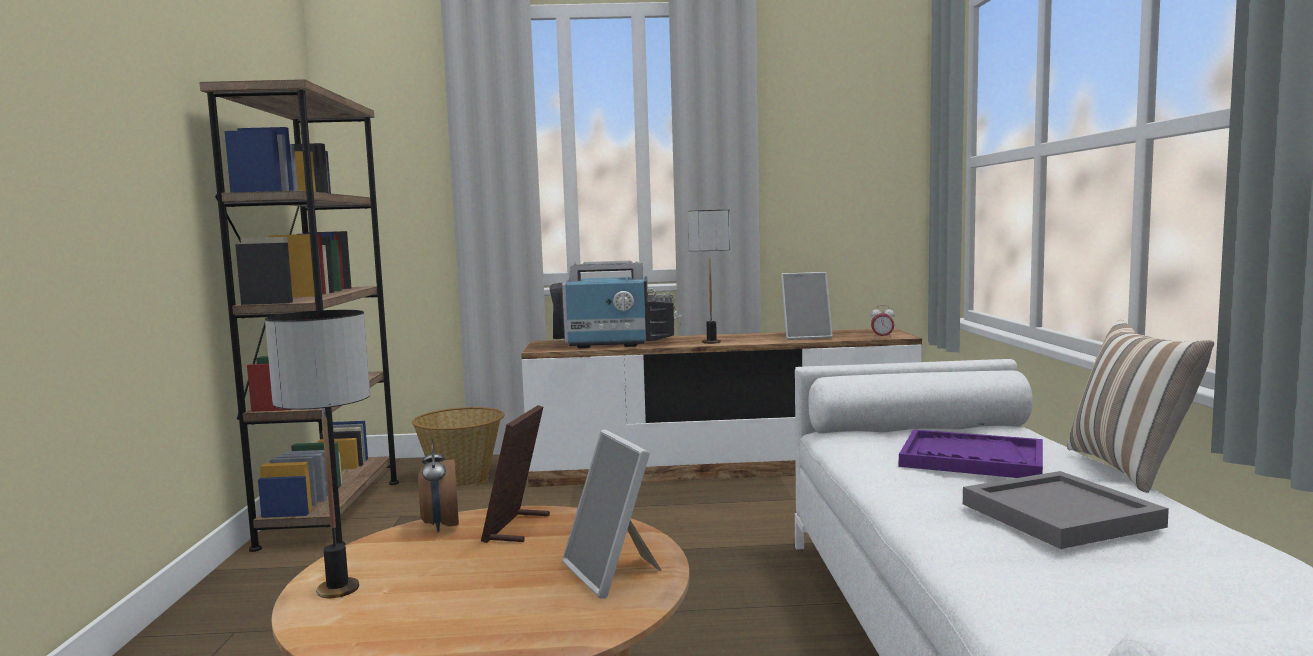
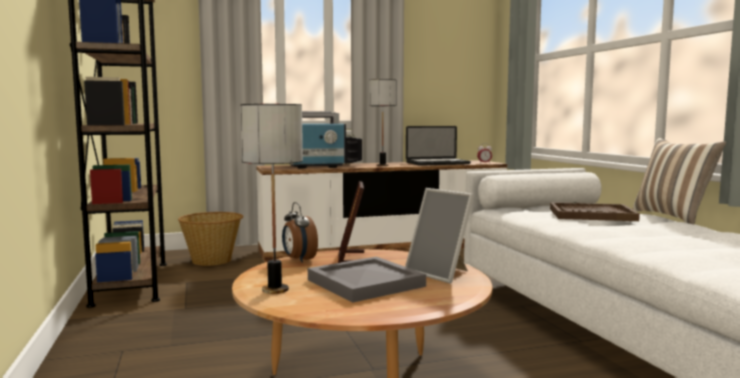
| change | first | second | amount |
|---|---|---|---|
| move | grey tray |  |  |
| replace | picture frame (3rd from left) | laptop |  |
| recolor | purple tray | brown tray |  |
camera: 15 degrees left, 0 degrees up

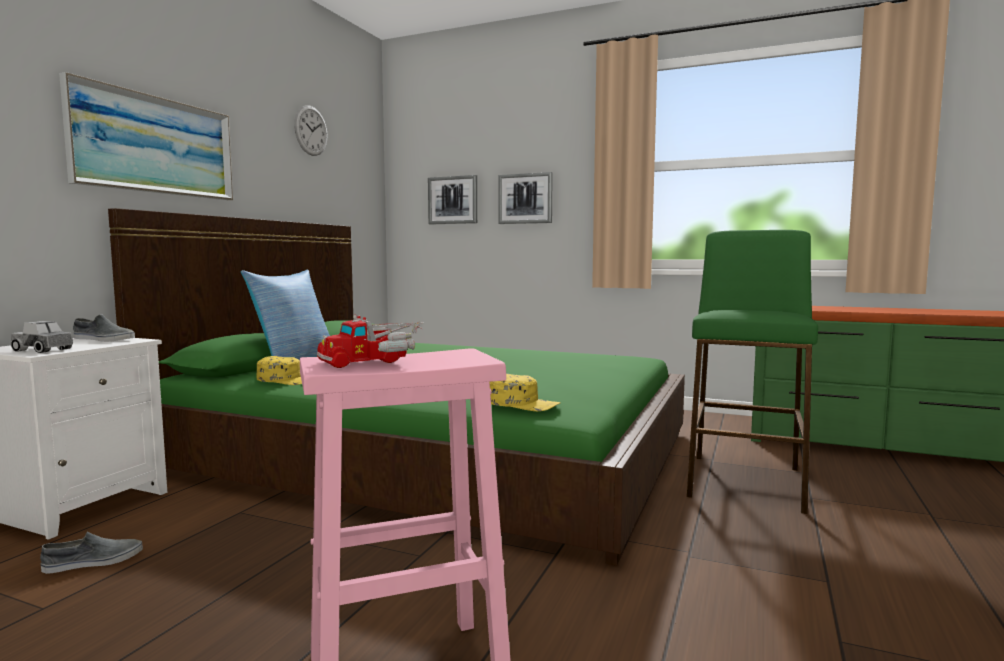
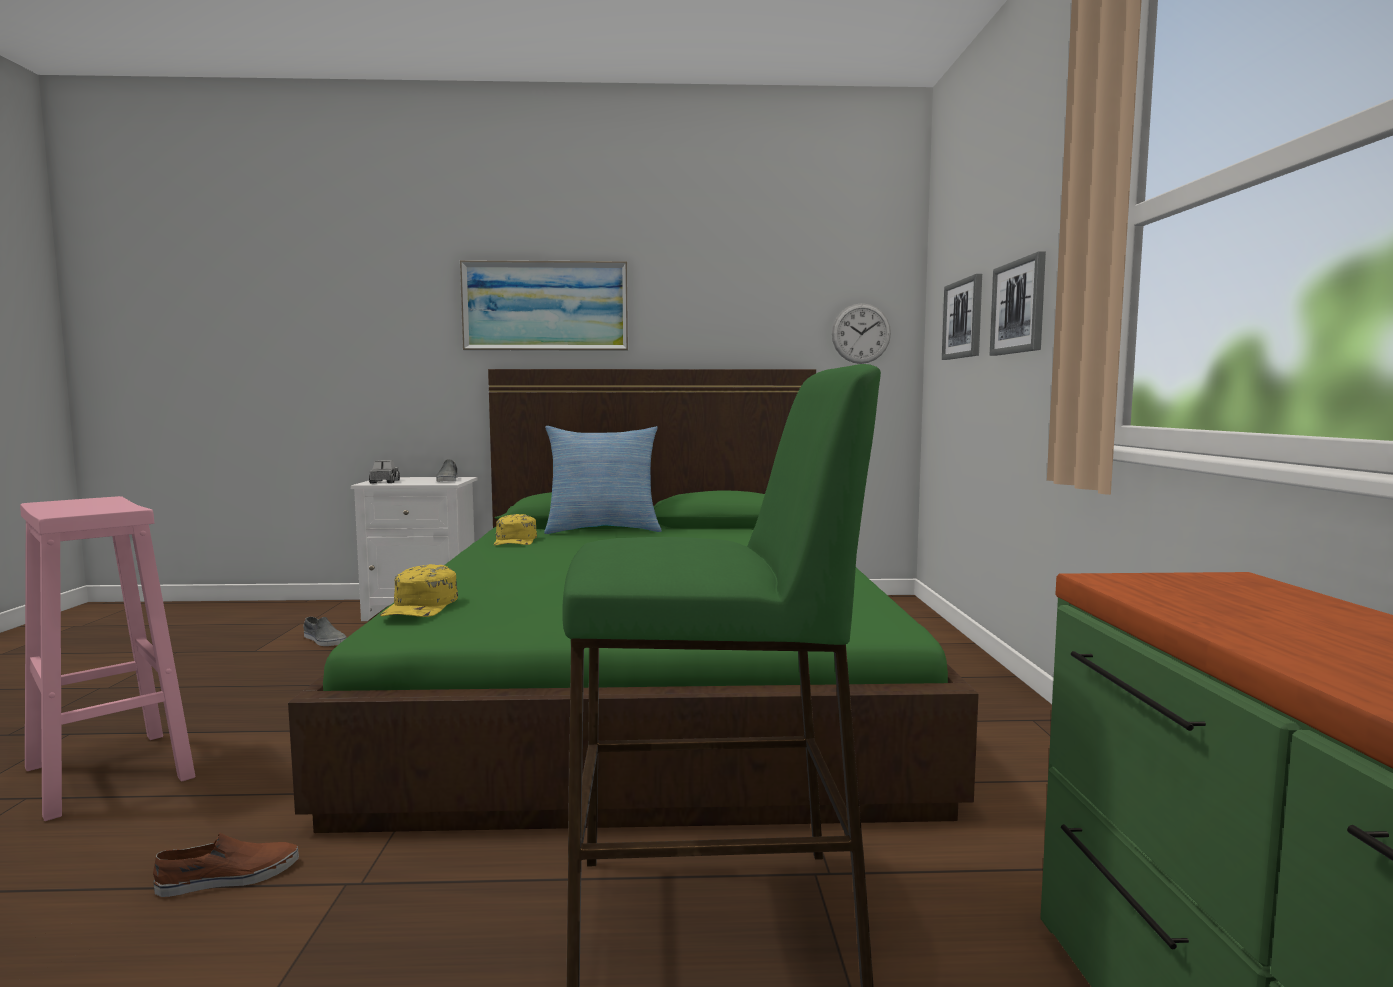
| change | first | second | amount |
|---|---|---|---|
| insert |  | brown shoe |  |
| move | wall clock |  |  |
| delete | toy truck (2nd from left) |  |  |
camera: 65 degrees right, 0 degrees up

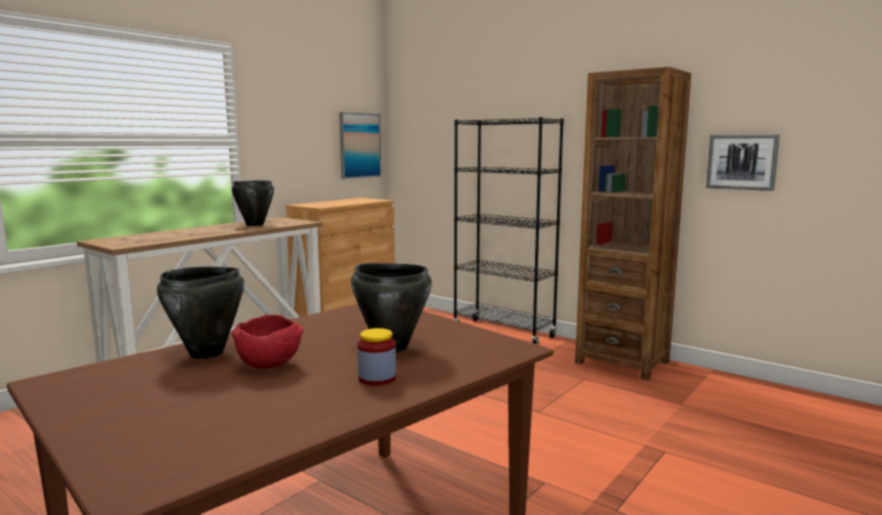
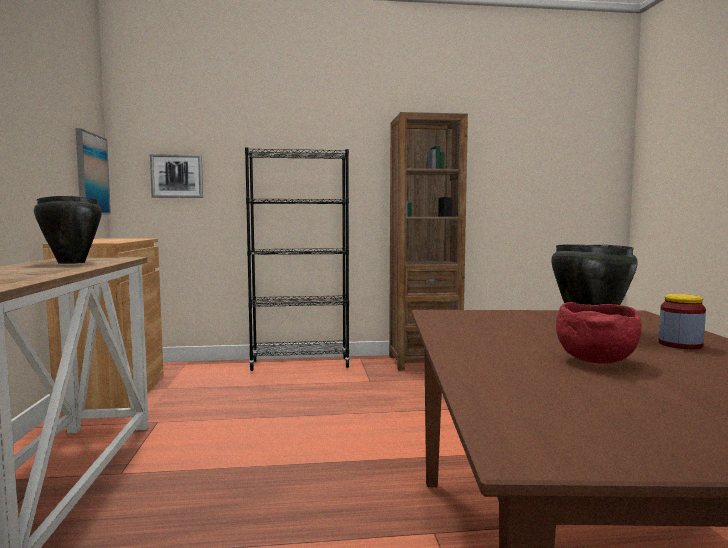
| change | first | second | amount |
|---|---|---|---|
| move | picture (2nd from left) |  |  |
| delete | black cooking pot (1st from left) |  |  |
camera: 45 degrees left, 5 degrees down

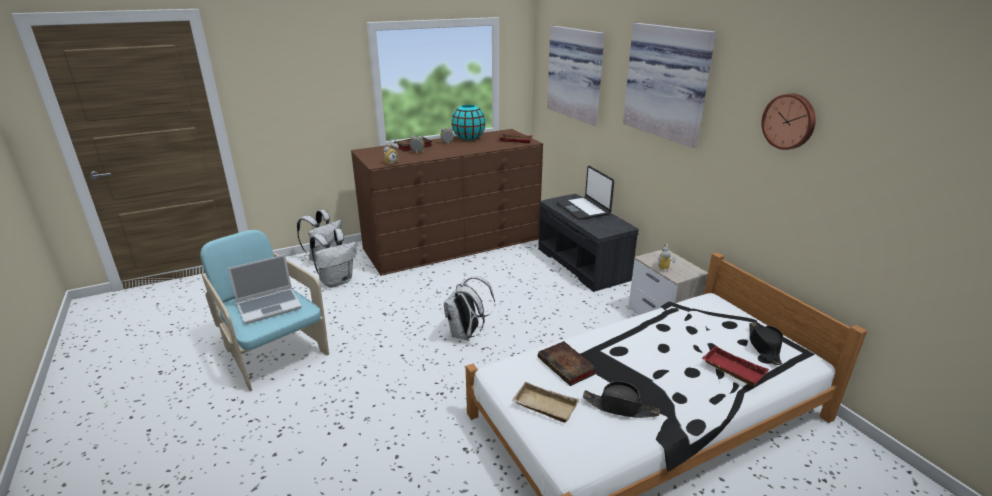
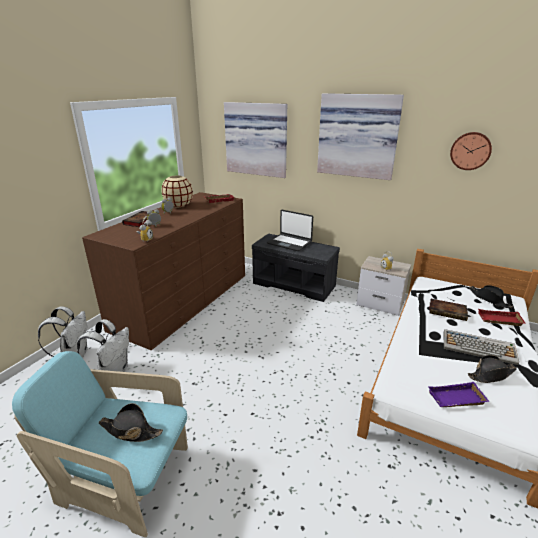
| change | first | second | amount |
|---|---|---|---|
| replace | laptop (1st from left) | black hat (1st from left) |  |
| recolor | turquoise vase | beige vase |  |
| recolor | beige tray | purple tray |  |
| move | book (2nd from left) |  |  |
| insert |  | keyboard |  |
| delete | white backpack (3rd from left) |  |  |
camera: 35 degrees left, 0 degrees up

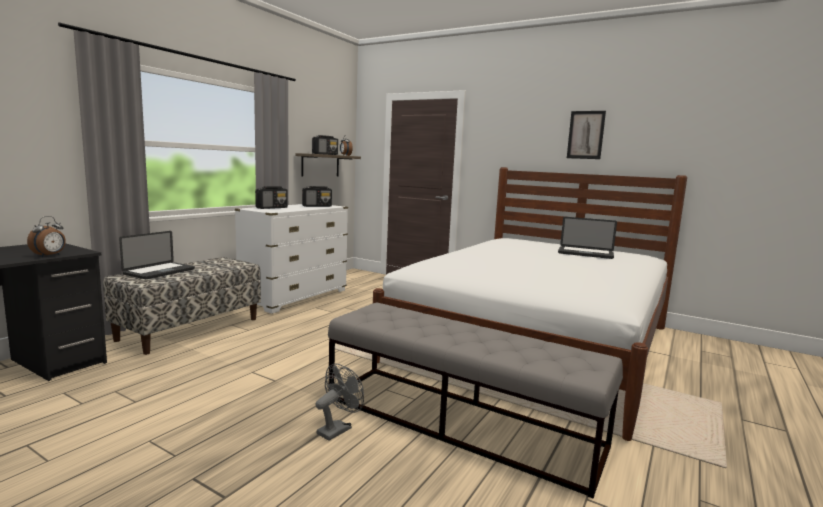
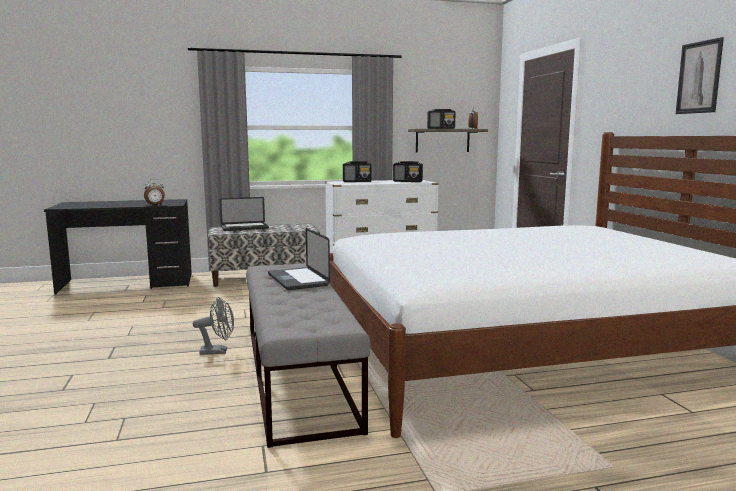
| change | first | second | amount |
|---|---|---|---|
| move | laptop (2nd from left) |  |  |
camera: 45 degrees right, 0 degrees up

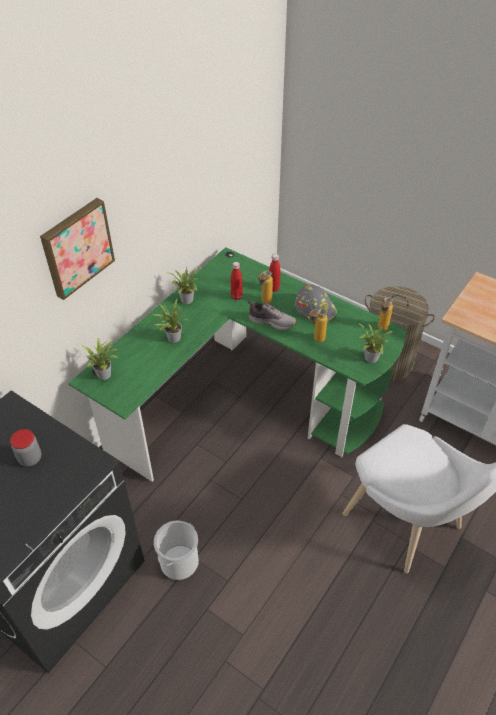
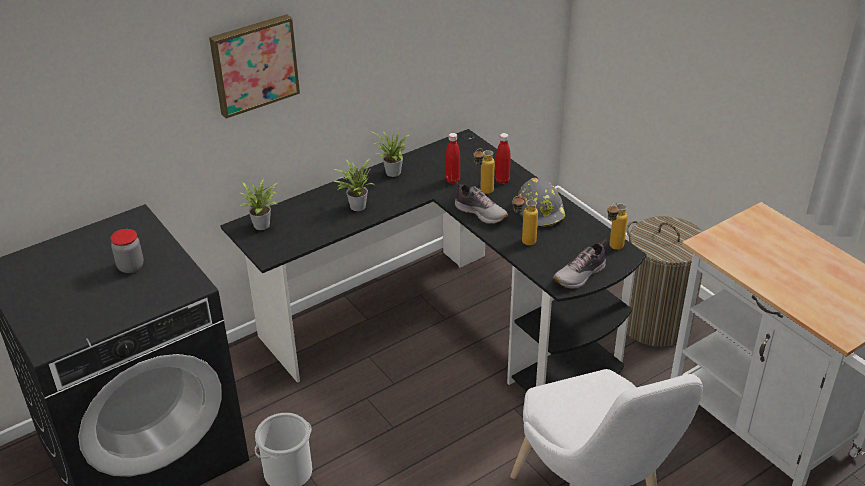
| change | first | second | amount |
|---|---|---|---|
| recolor | green desk | black desk |  |
| replace | potted plant (4th from left) | shoe (2nd from left) |  |
camera: 20 degrees right, 10 degrees down

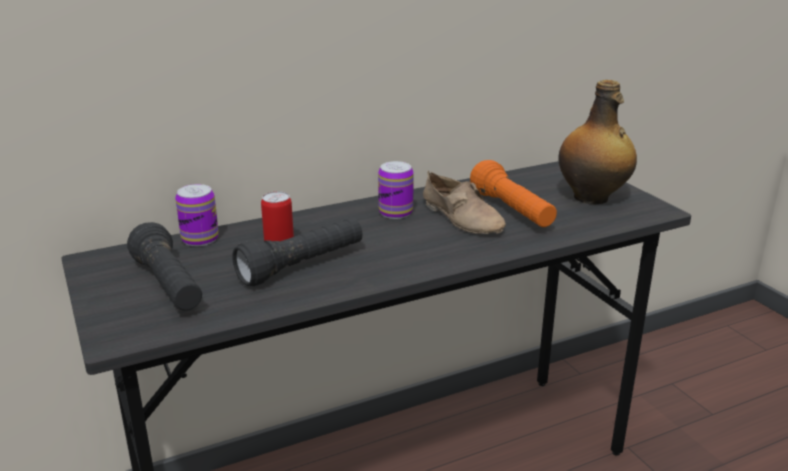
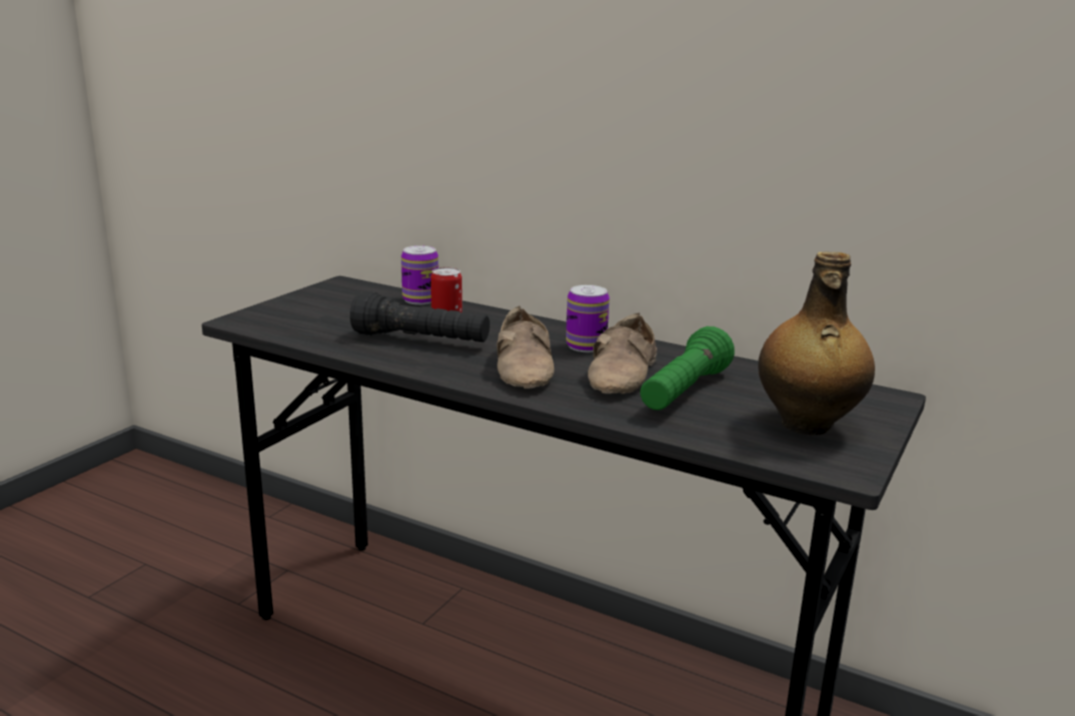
| change | first | second | amount |
|---|---|---|---|
| insert |  | beige shoe (1st from left) |  |
| recolor | orange flashlight | green flashlight |  |
| delete | black flashlight (1st from left) |  |  |
camera: 55 degrees right, 5 degrees down

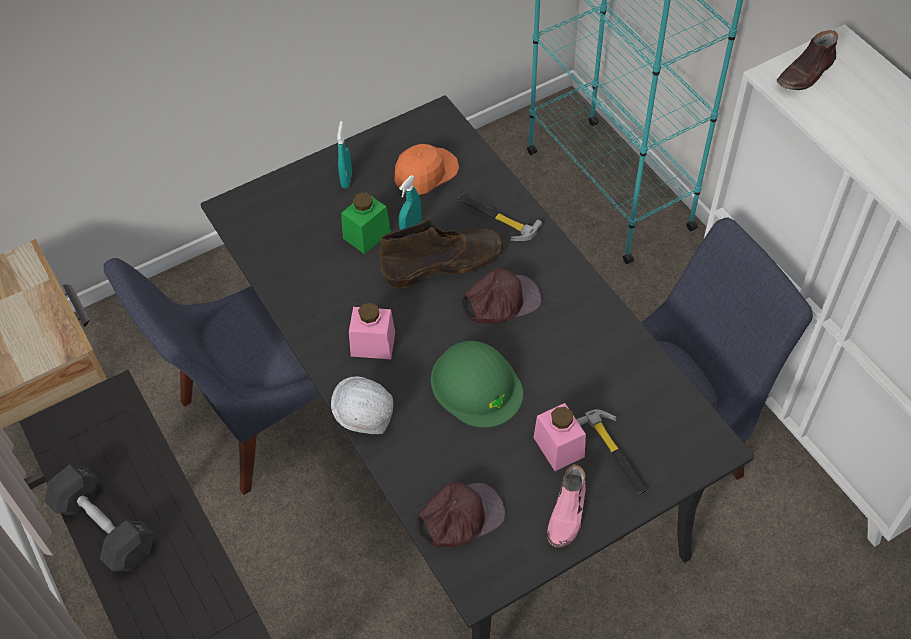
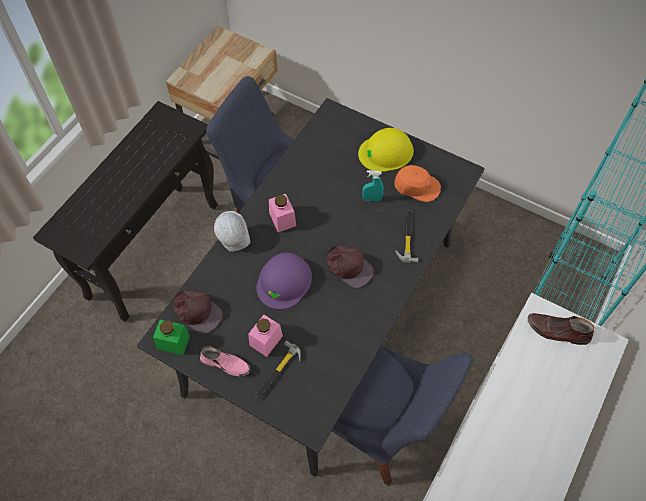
| change | first | second | amount |
|---|---|---|---|
| move | green jar |  |  |
| rotate | pink shoe |  | 150 degrees counterclockwise |
| recolor | green hard hat | purple hard hat |  |
| replace | turquoise spray bottle (1st from left) | yellow hard hat |  |
| delete | grey dumbbell |  |  |
| delete | brown boot |  |  |
camera: 60 degrees right, 5 degrees up

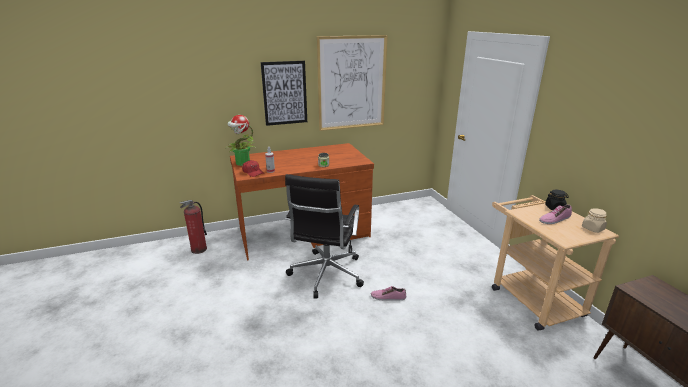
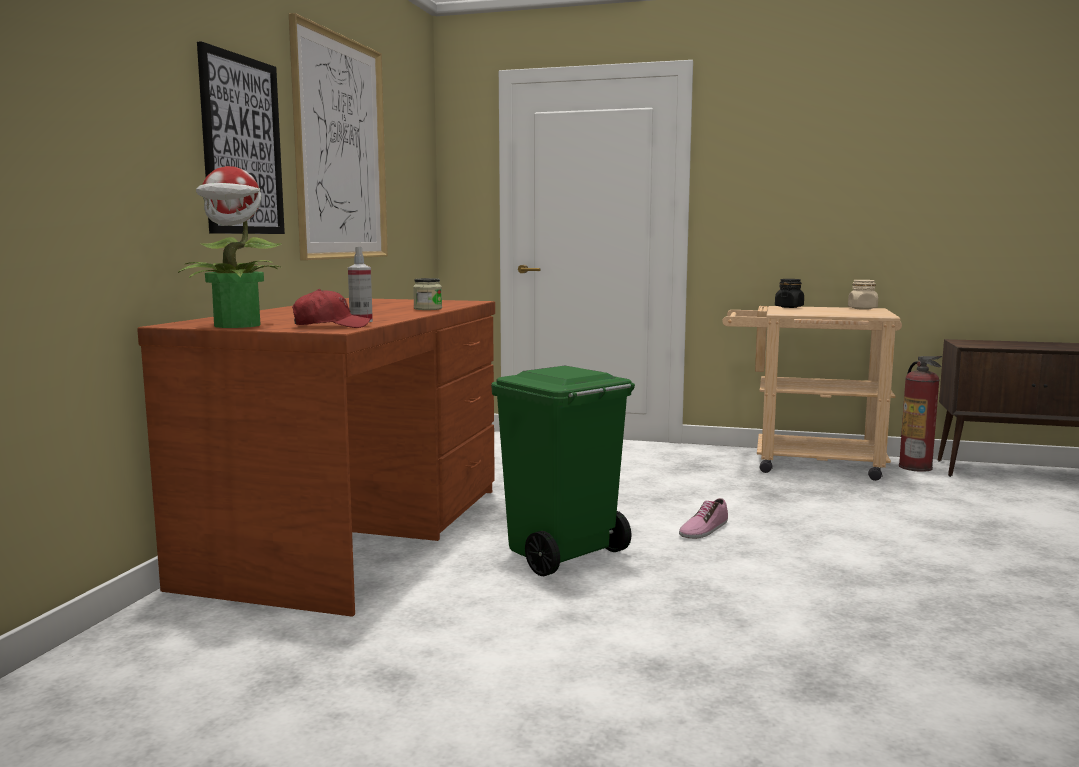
| change | first | second | amount |
|---|---|---|---|
| replace | black office chair | green trash can |  |
| move | fire extinguisher |  |  |
| delete | shoe (2nd from left) |  |  |
camera: 55 degrees left, 15 degrees down

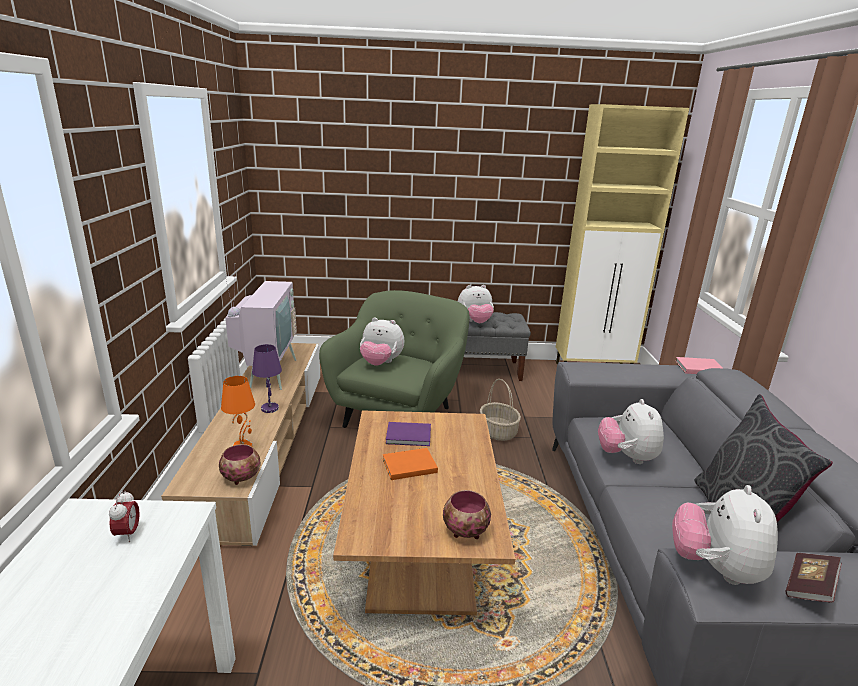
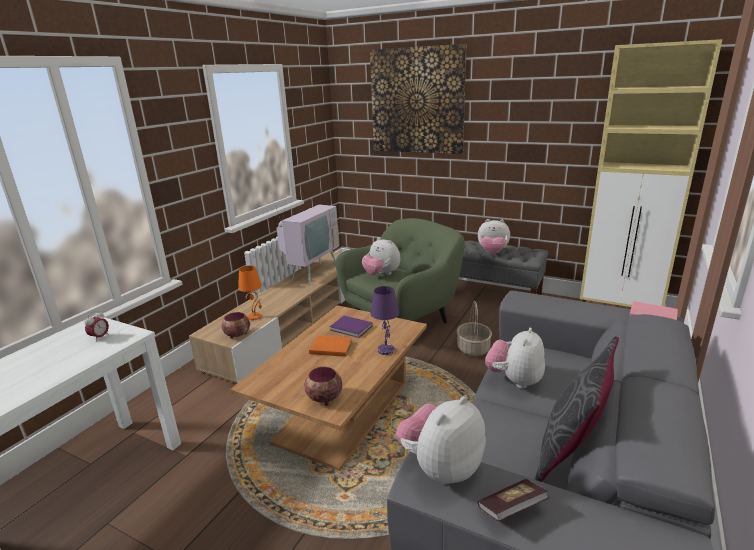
| change | first | second | amount |
|---|---|---|---|
| insert |  | picture |  |
| move | purple table lamp |  |  |
camera: 30 degrees right, 0 degrees up

